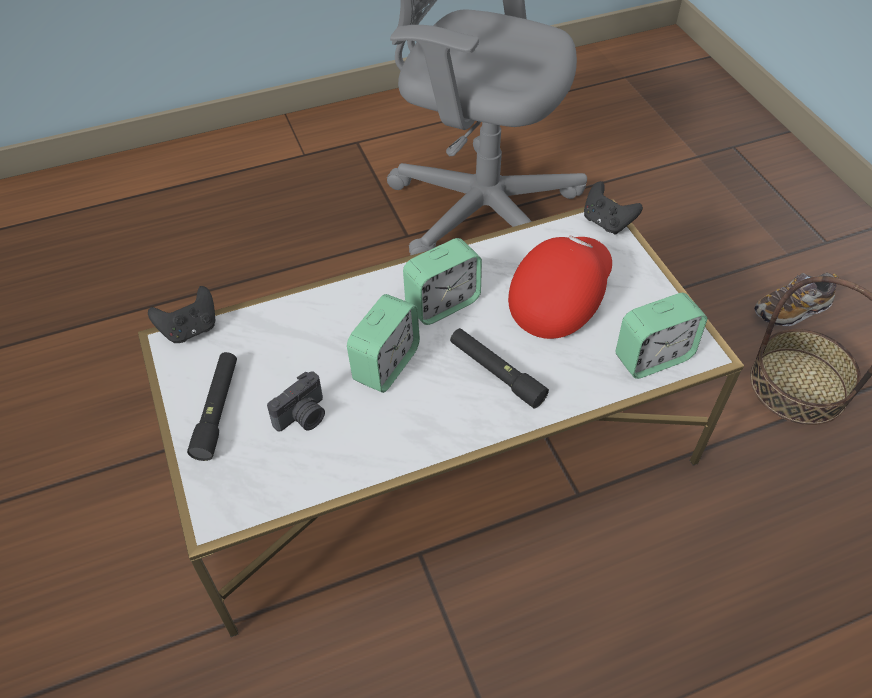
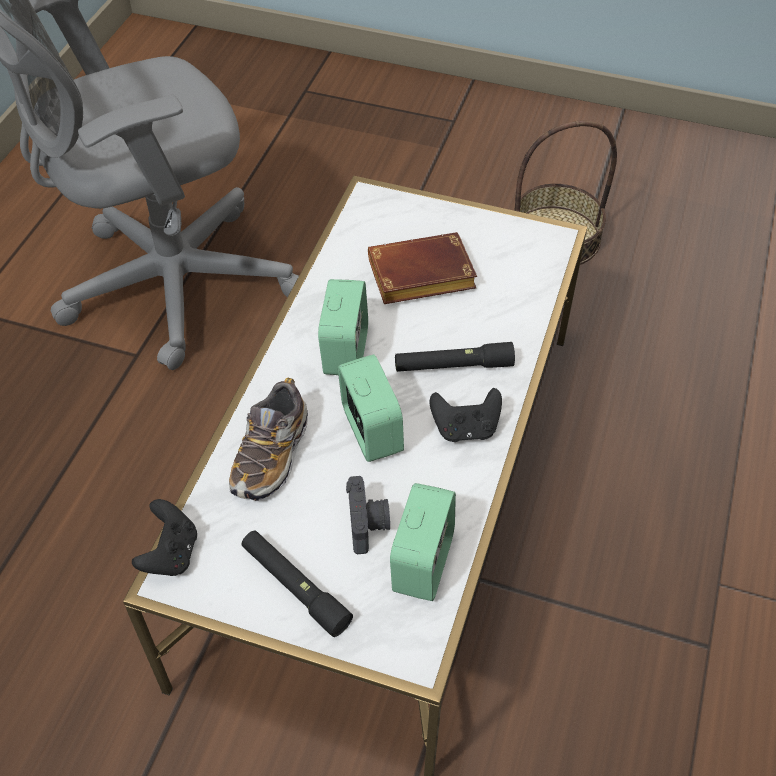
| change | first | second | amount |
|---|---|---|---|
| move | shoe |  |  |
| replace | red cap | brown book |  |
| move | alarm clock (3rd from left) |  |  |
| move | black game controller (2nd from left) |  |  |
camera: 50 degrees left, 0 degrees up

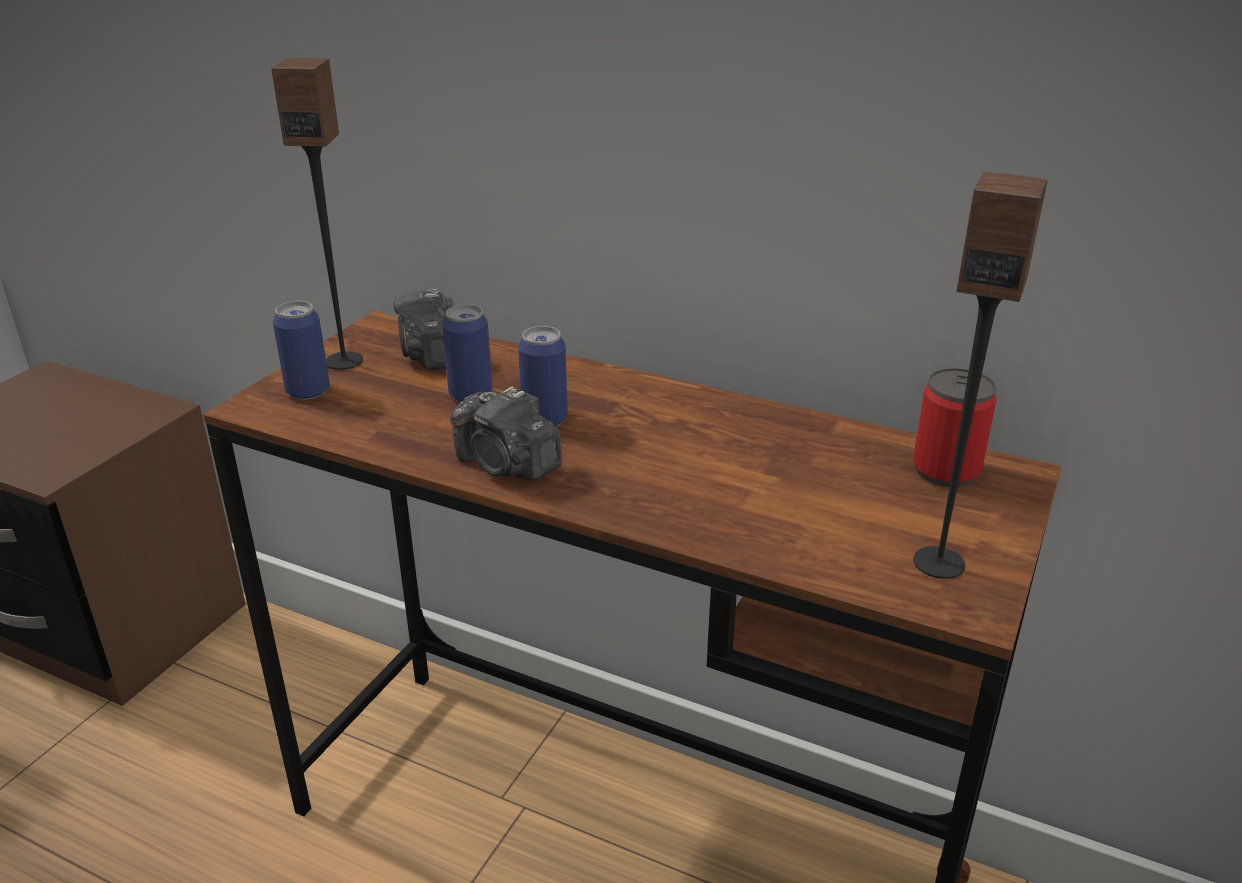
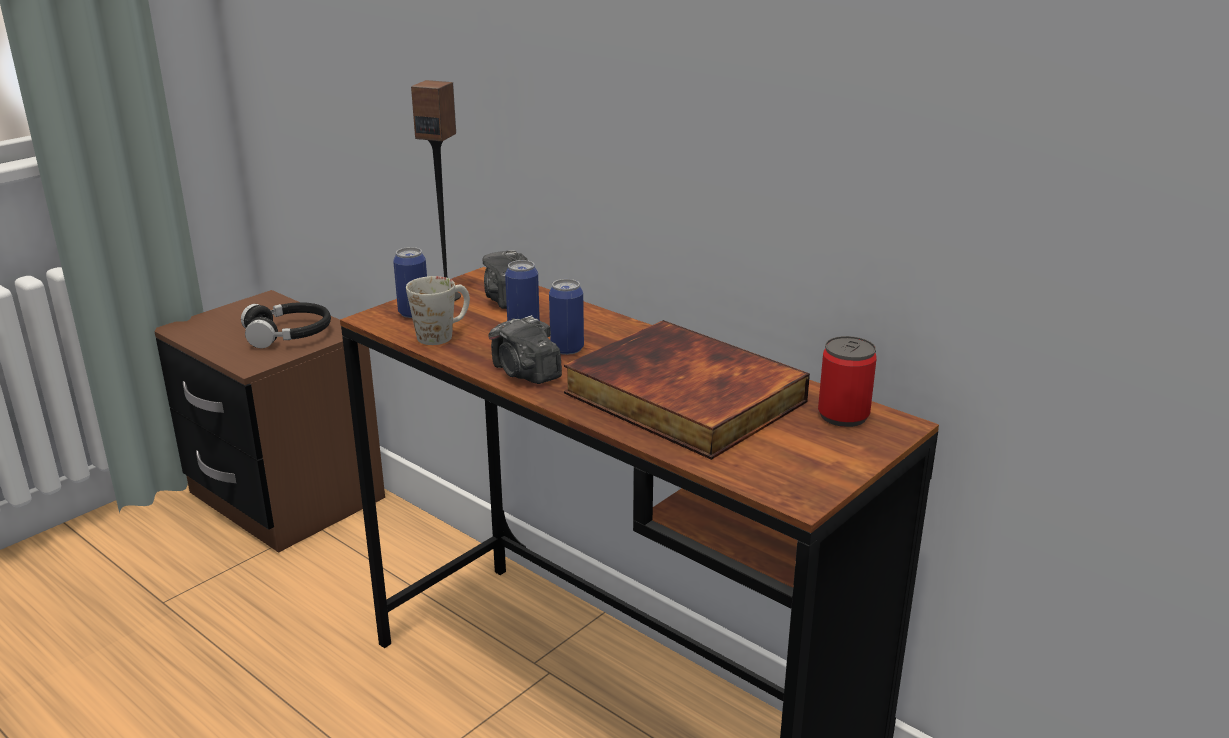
| change | first | second | amount |
|---|---|---|---|
| insert |  | black headphones |  |
| insert |  | white mug |  |
| insert |  | book |  |
| delete | speaker (2nd from left) |  |  |
camera: 15 degrees right, 5 degrees down

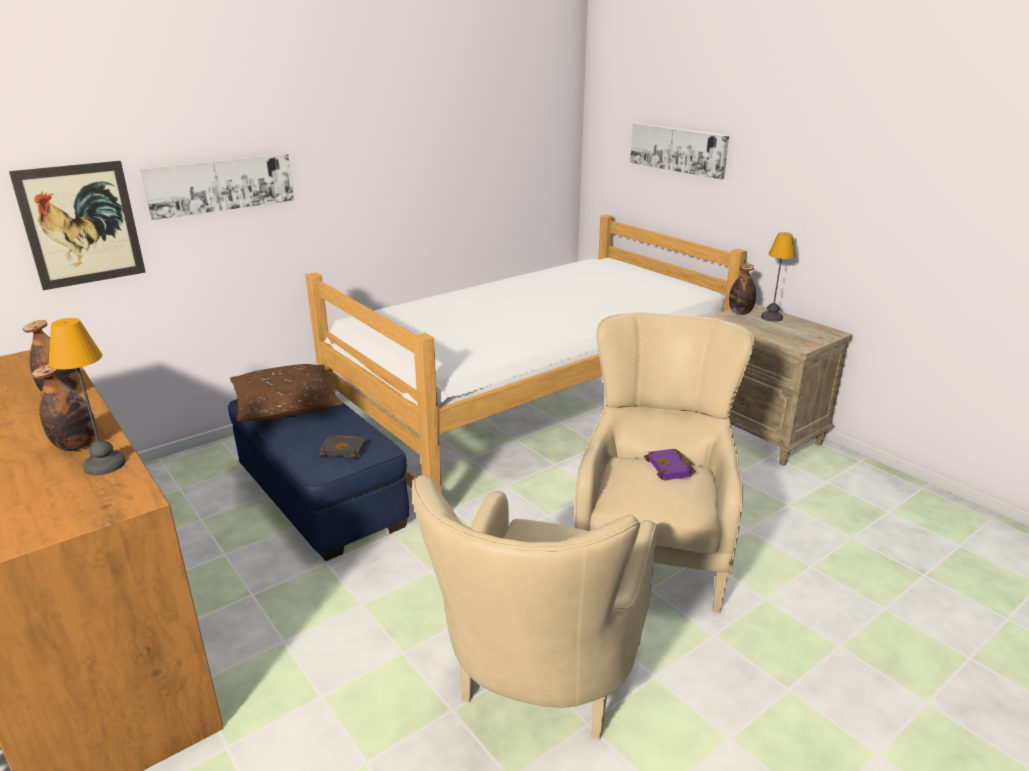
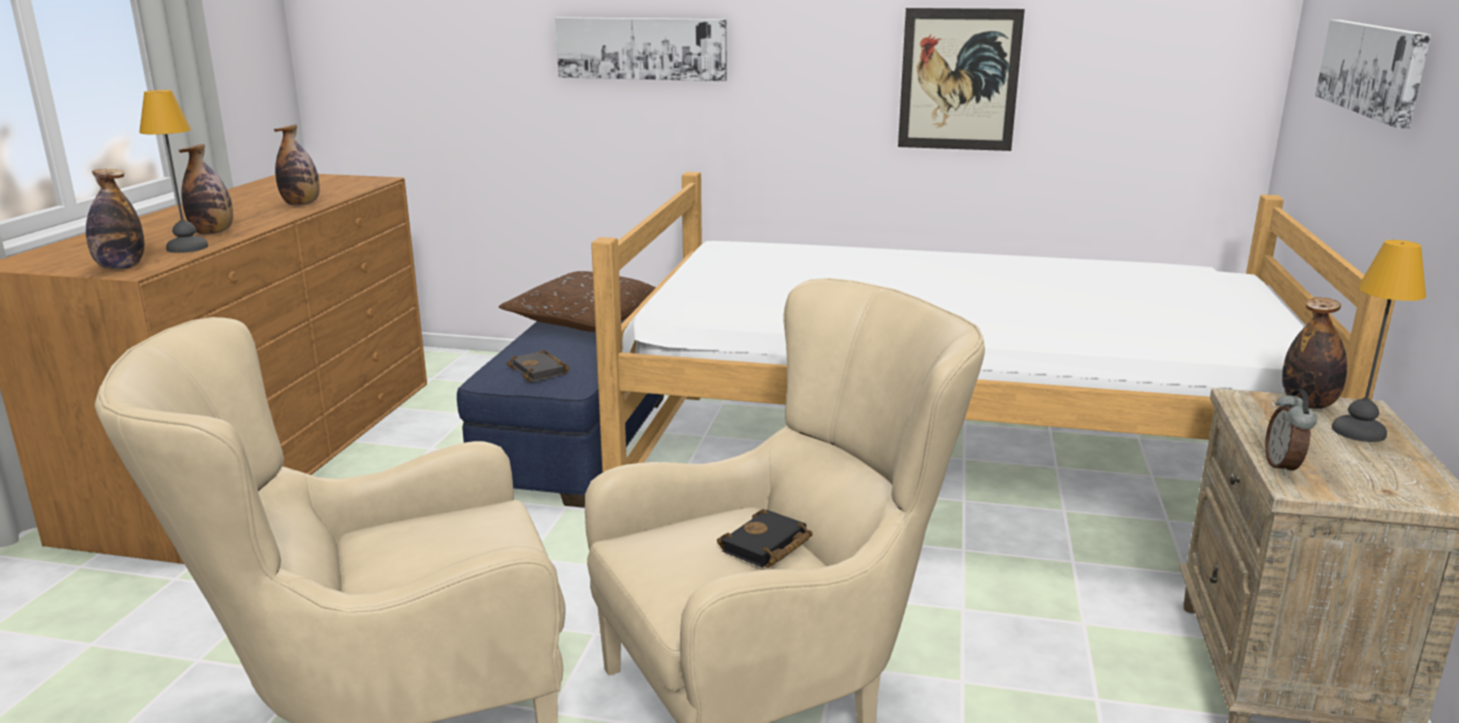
| change | first | second | amount |
|---|---|---|---|
| insert |  | bottle (1st from left) |  |
| recolor | purple book | black book (2nd from left) |  |
| move | picture (1st from left in the first image) | picture (2nd from left) |  |
| insert |  | alarm clock |  |
camera: 50 degrees right, 5 degrees down

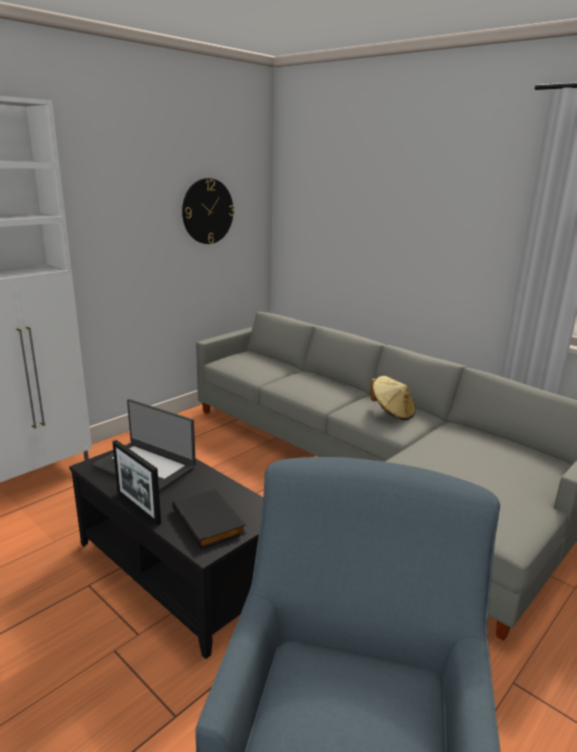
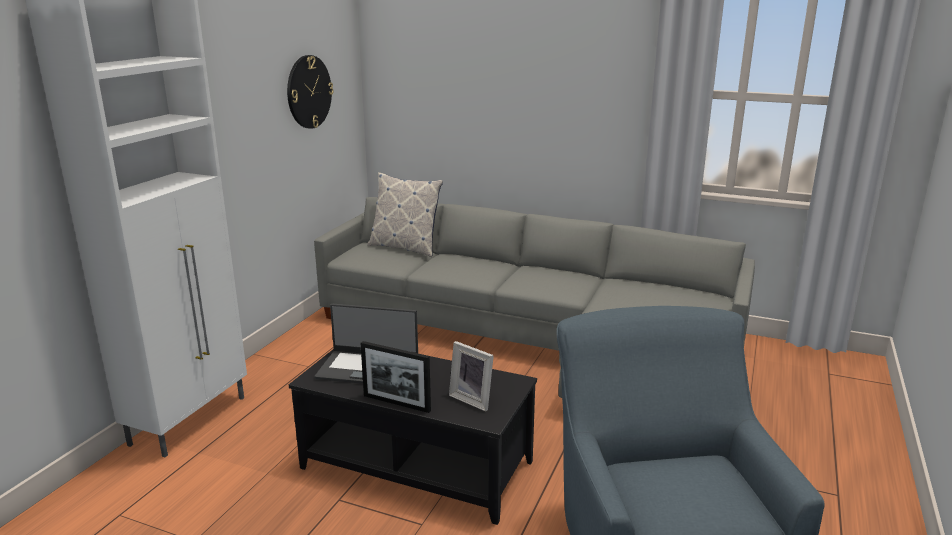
| change | first | second | amount |
|---|---|---|---|
| insert |  | pillow |  |
| replace | black book | picture frame (2nd from left) |  |
| delete | beige hat |  |  |
camera: 20 degrees left, 0 degrees up

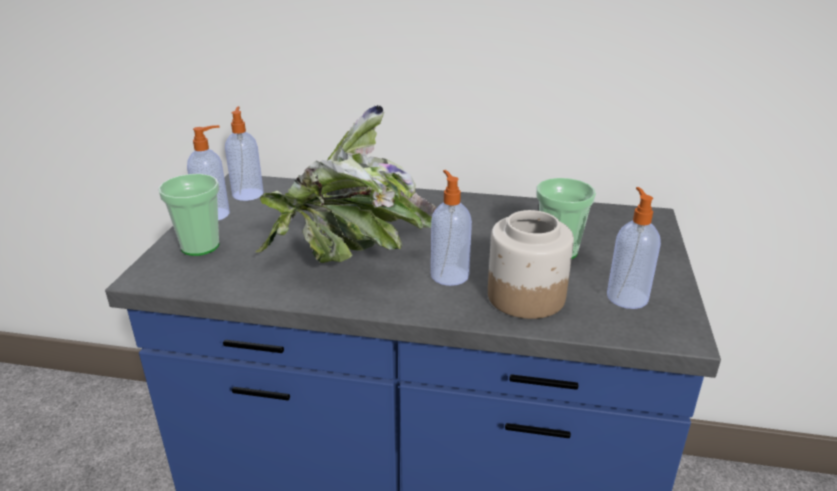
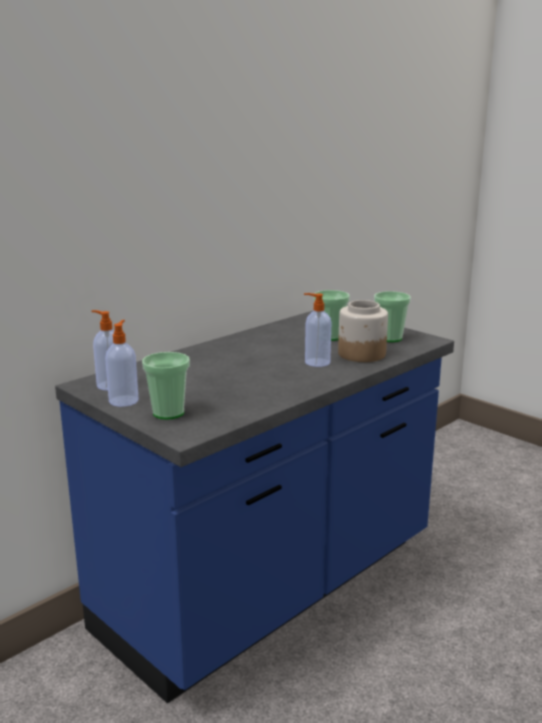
| change | first | second | amount |
|---|---|---|---|
| replace | soap dispenser (4th from left) | cup (3rd from left) |  |
| delete | potted plant |  |  |
camera: 55 degrees left, 10 degrees down

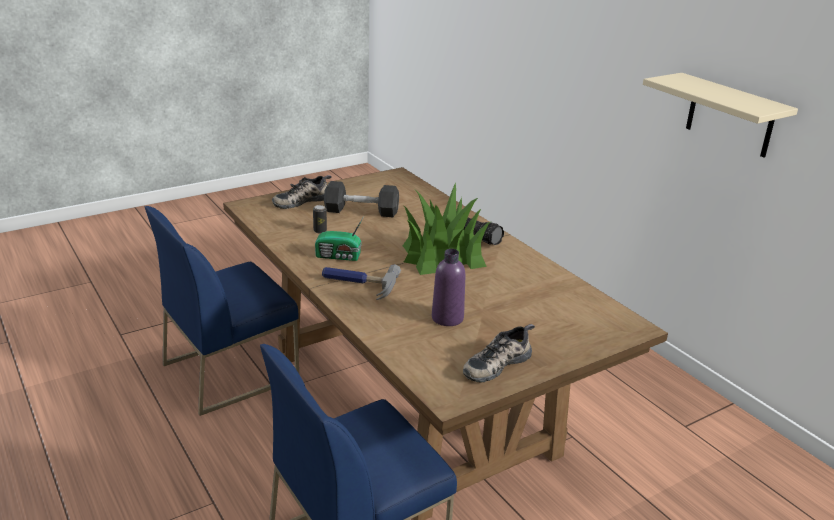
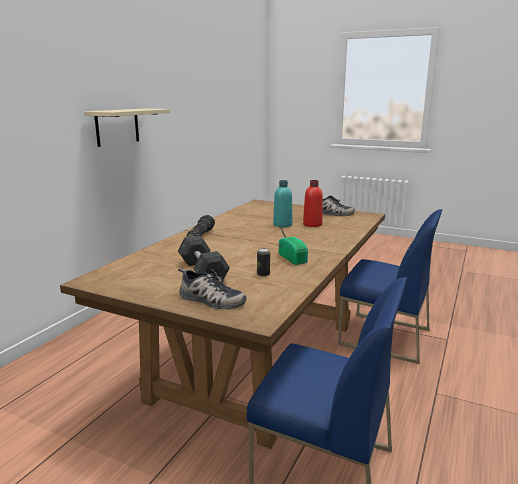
| change | first | second | amount |
|---|---|---|---|
| insert |  | turquoise bottle |  |
| recolor | purple bottle | red bottle |  |
| delete | hammer |  |  |
| delete | potted plant |  |  |
camera: 120 degrees left, 10 degrees down

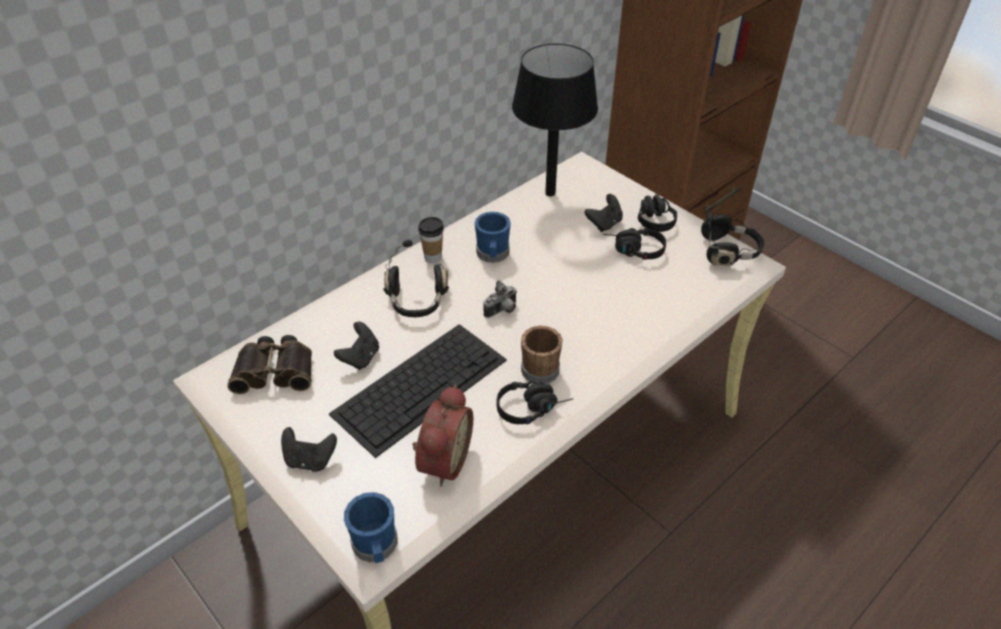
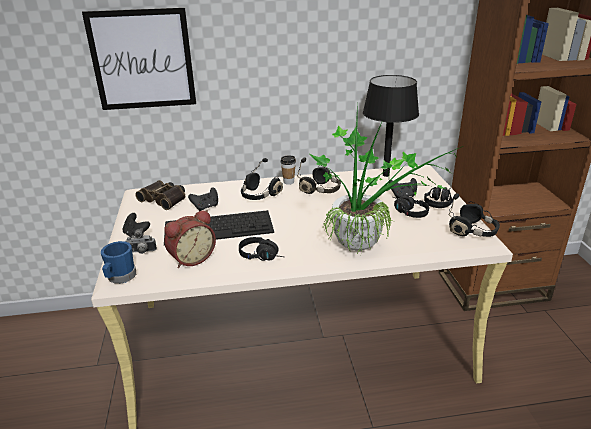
| change | first | second | amount |
|---|---|---|---|
| insert |  | picture |  |
| move | photo camera |  |  |
| replace | blue mug (2nd from left) | black headphones (3rd from left) |  |
| insert |  | potted plant |  |
| delete | brown mug |  |  |
camera: 35 degrees right, 15 degrees down

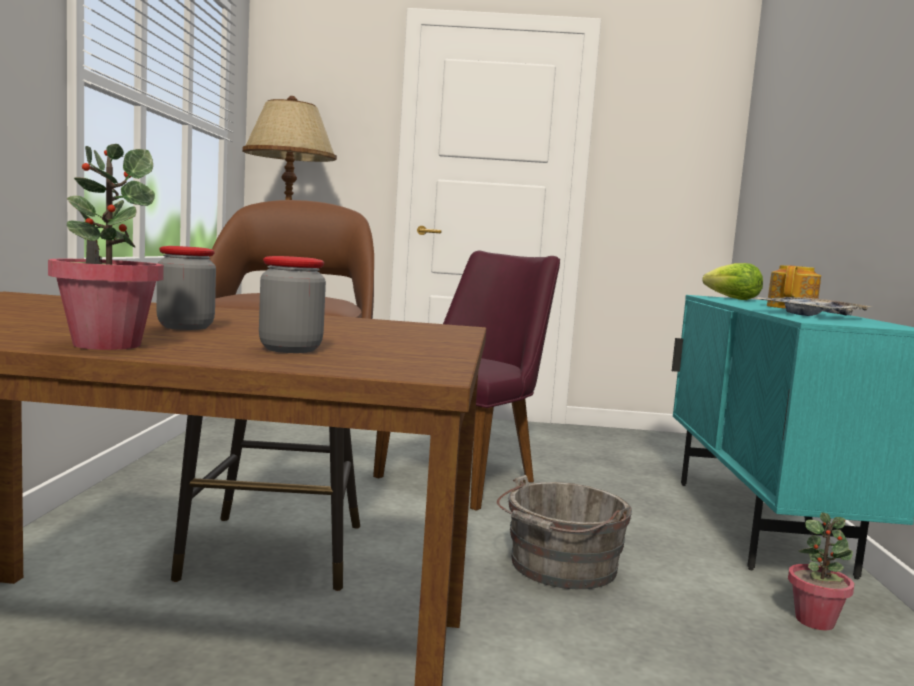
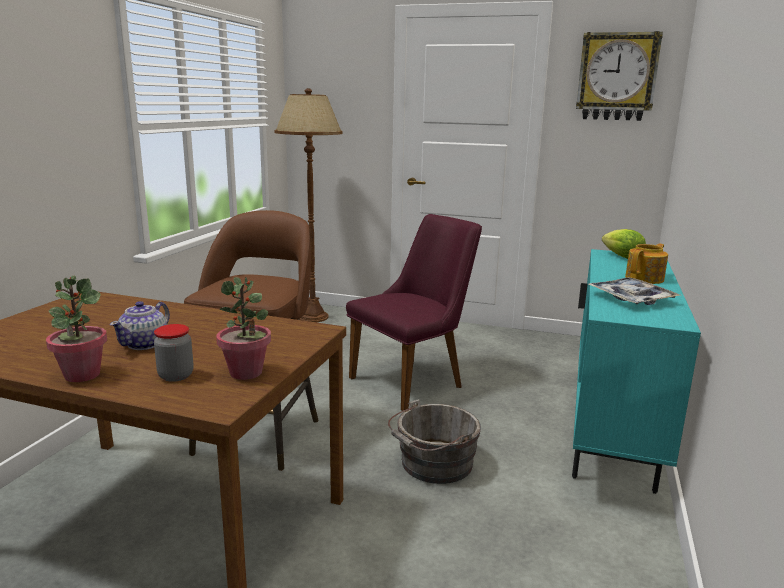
| change | first | second | amount |
|---|---|---|---|
| replace | jar (1st from left) | teapot (1st from left) |  |
| move | potted plant (2nd from left) |  |  |
| insert |  | wall clock |  |
camera: 15 degrees right, 10 degrees up

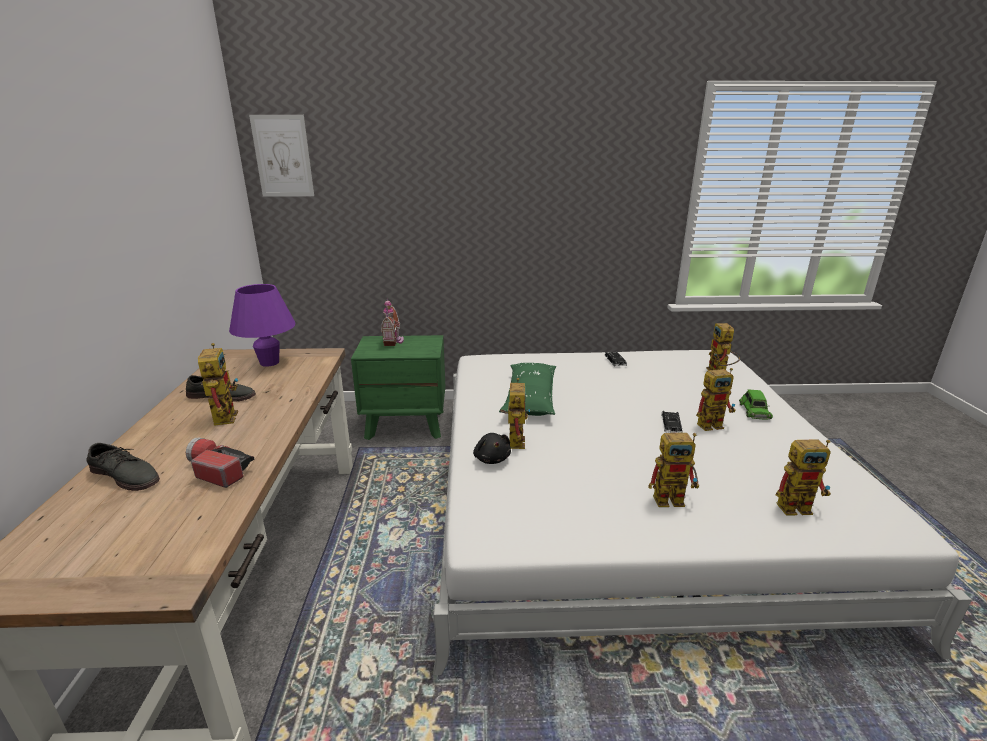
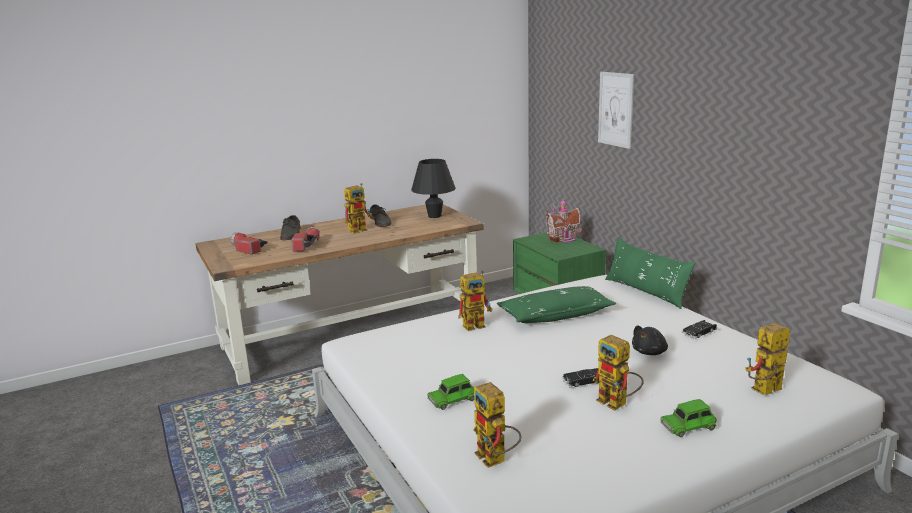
| change | first | second | amount |
|---|---|---|---|
| insert |  | flashlight (1st from left) |  |
| recolor | purple table lamp | black table lamp |  |
| replace | toy robot (3rd from left) | green toy car (1st from left) |  |
| move | picture |  |  |
| insert |  | green pillow (2nd from left) |  |
| move | black plush toy |  |  |
camera: 65 degrees right, 5 degrees down

